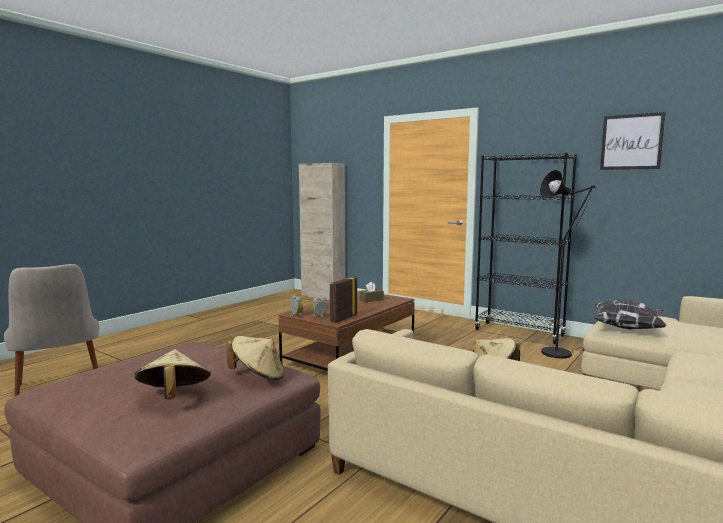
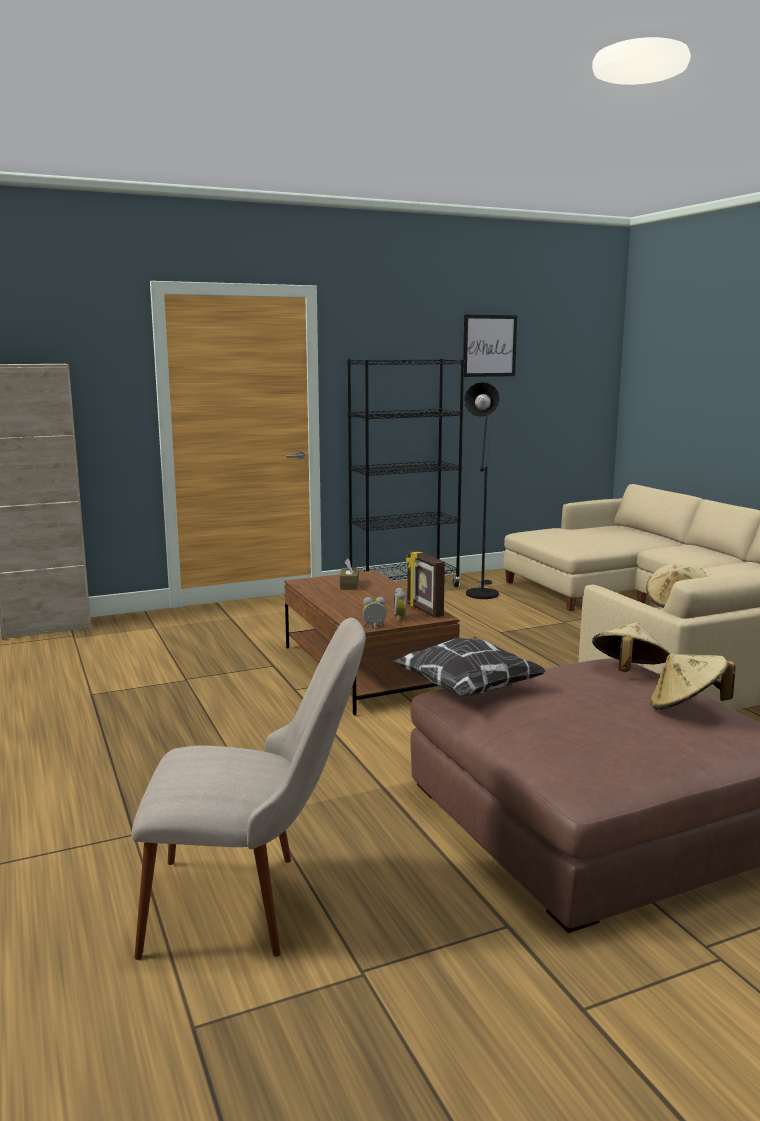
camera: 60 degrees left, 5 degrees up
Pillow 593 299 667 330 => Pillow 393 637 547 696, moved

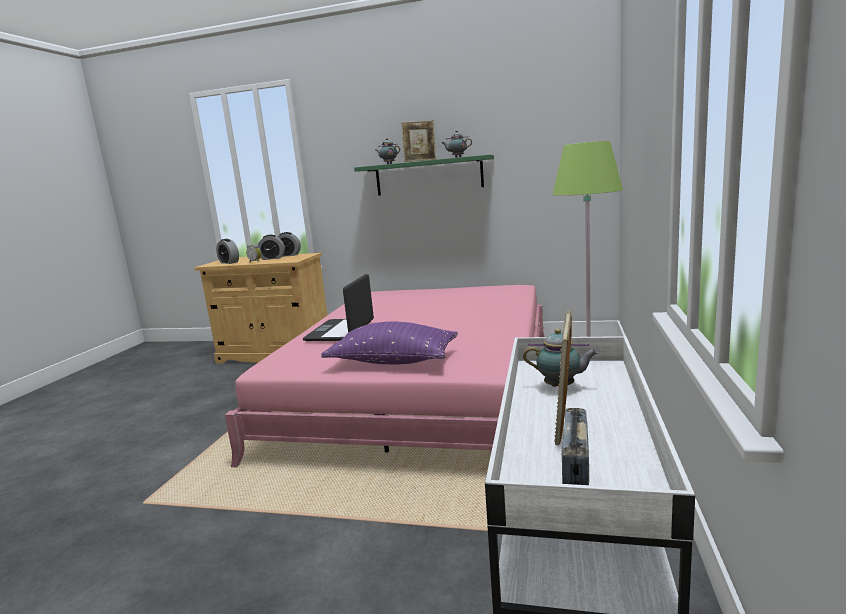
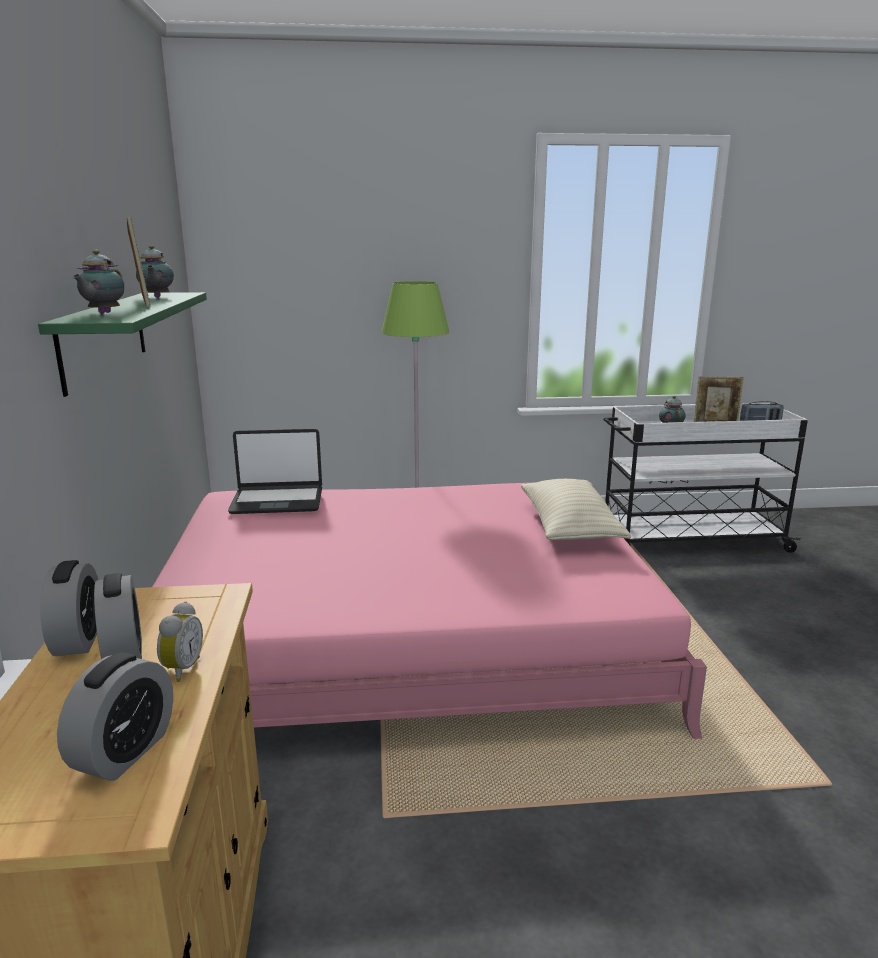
camera: 110 degrees left, 5 degrees up
Laptop 303 274 374 341 => Laptop 228 429 322 514, moved
PurplePillow 321 322 458 364 => BeigePillow 521 479 631 540

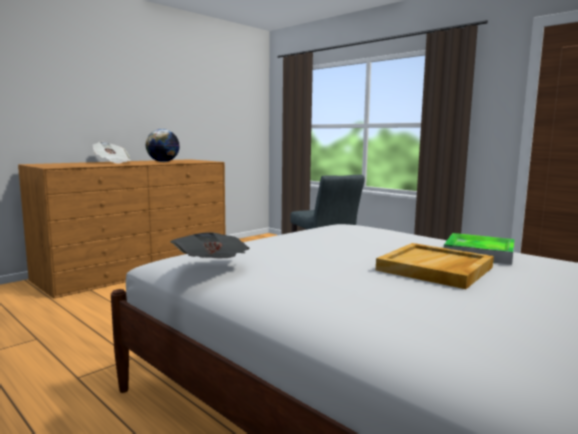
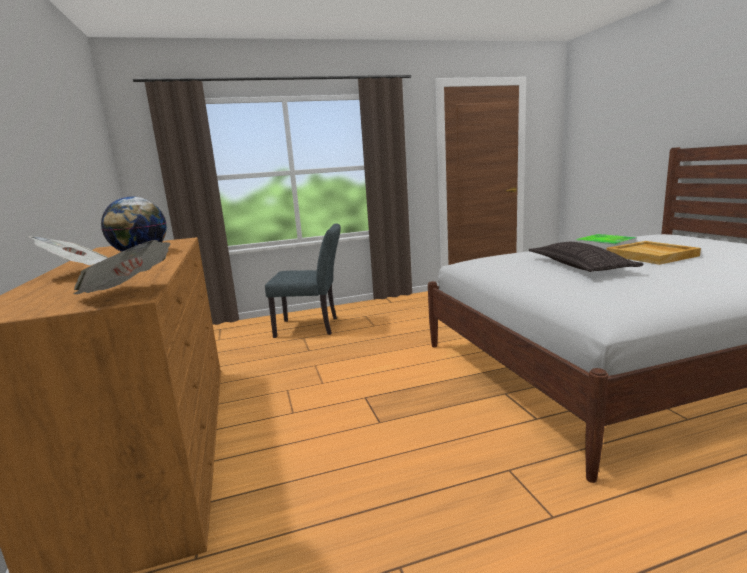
camera: 60 degrees left, 5 degrees up
Newspaper 170 232 249 258 => Newspaper 74 240 171 294, moved
nothing => Pillow 528 242 644 272

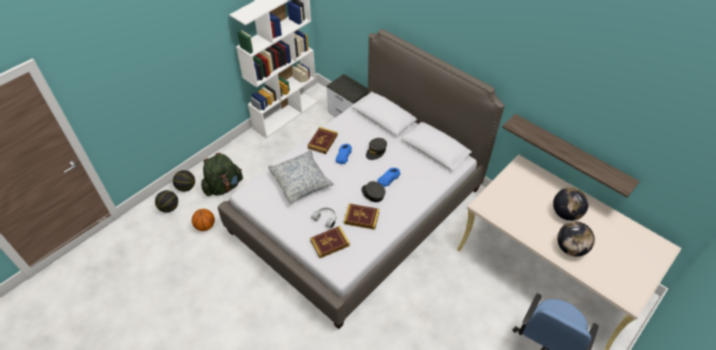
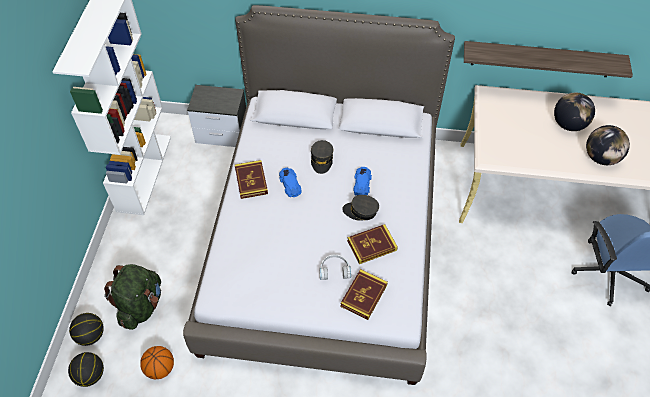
camera: 35 degrees left, 5 degrees up
Pillow 268 150 334 204 => nothing

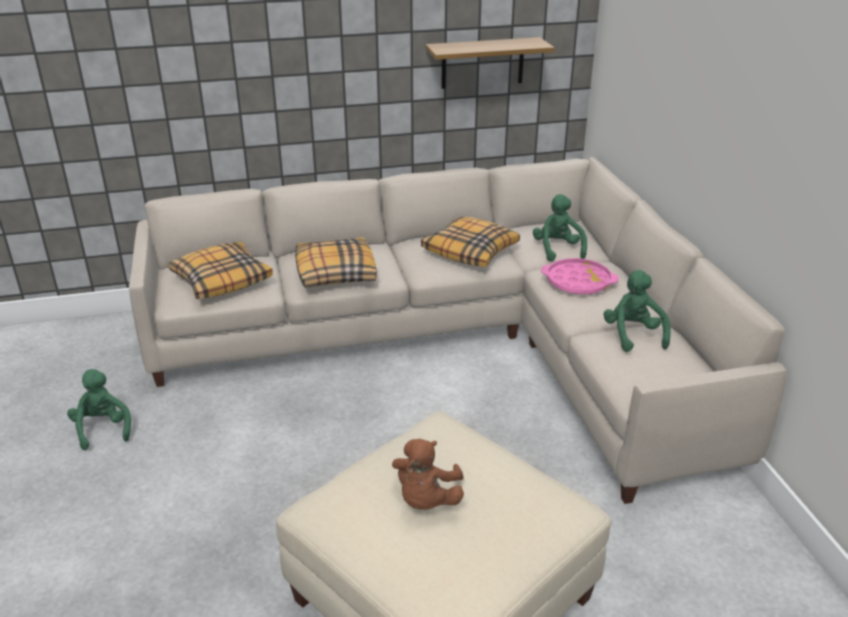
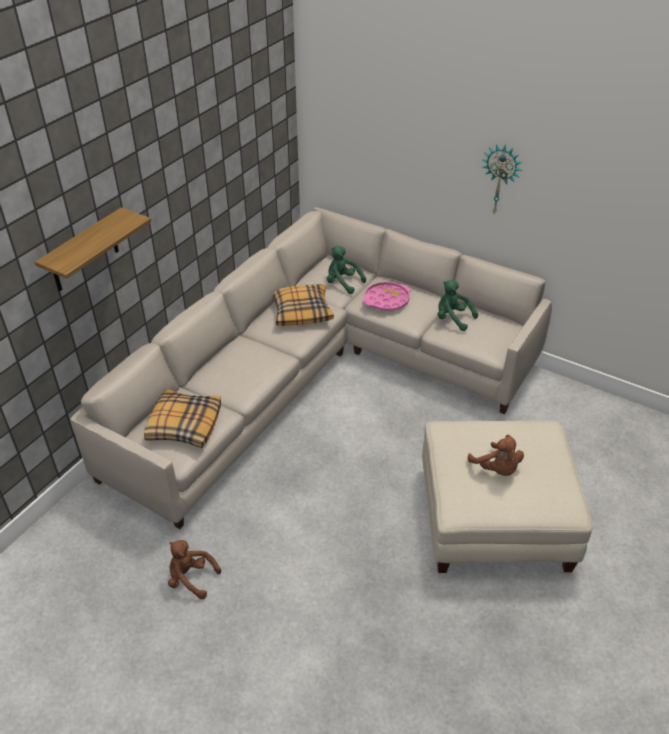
camera: 45 degrees left, 10 degrees up
Shelf 425 37 555 89 => Shelf 35 207 151 291, moved
Pillow 295 237 377 288 => nothing
GreenPlushToy 67 369 131 450 => BrownPlushToy 168 540 221 599
nothing => WallClock 482 144 522 214

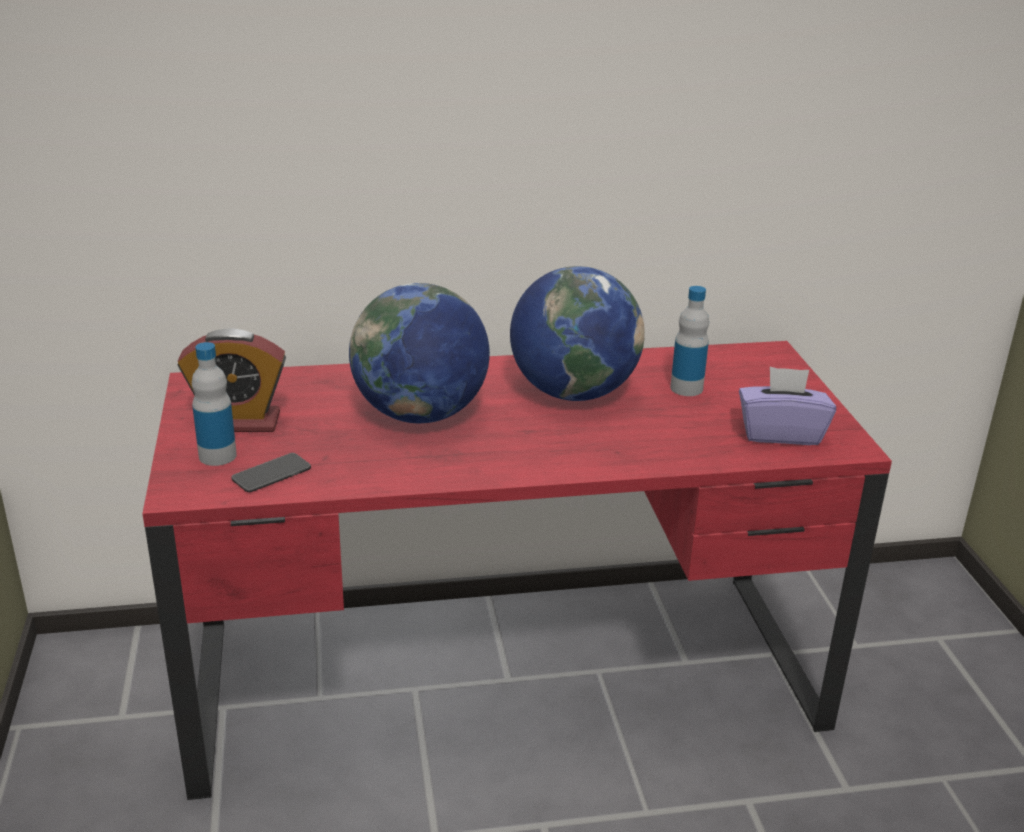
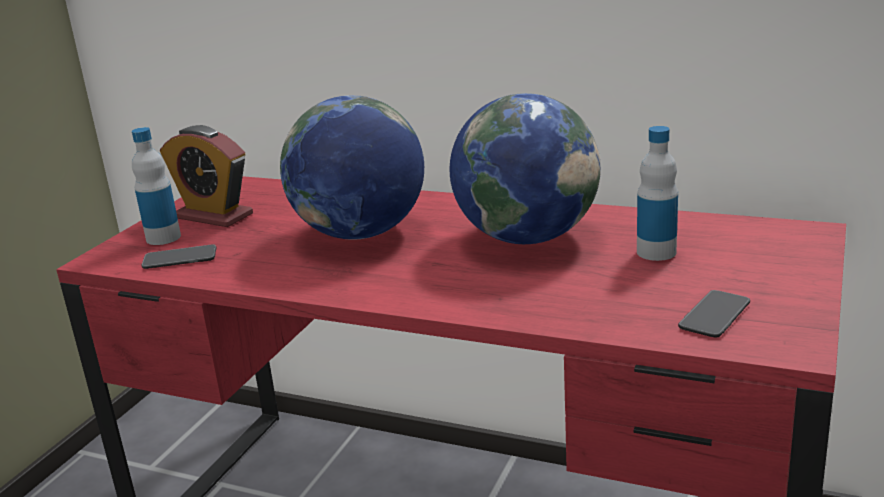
camera: 35 degrees right, 5 degrees down
PurpleTissueBox 739 367 836 445 => Phone 678 290 750 337

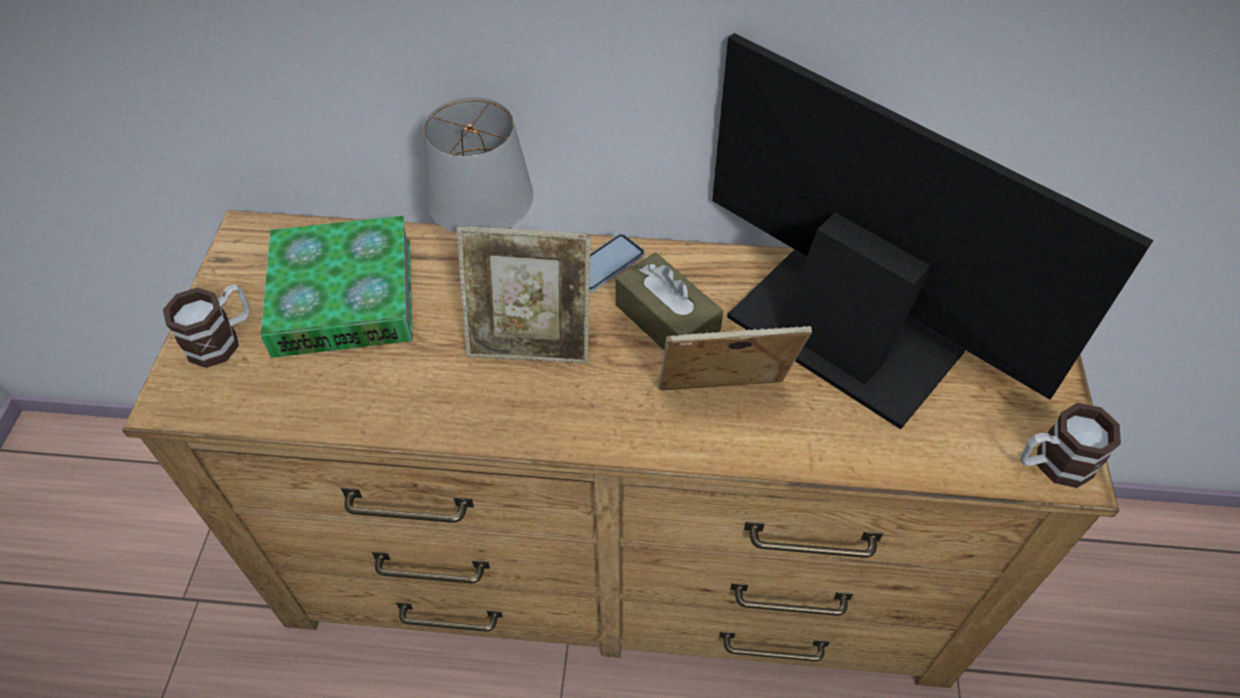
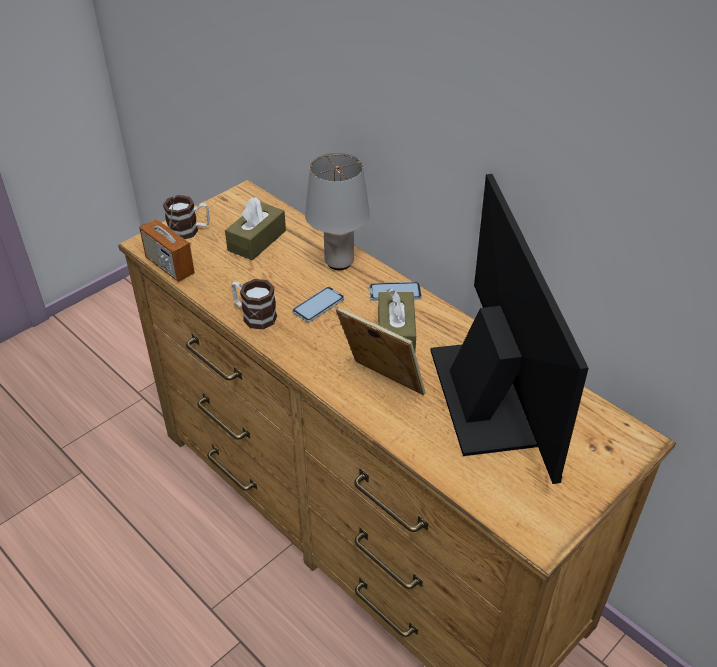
camera: 40 degrees right, 10 degrees down
Book 261 216 413 358 => BrownTissueBox 225 197 286 260
PictureFrame 457 226 591 364 => Phone 292 287 344 322
Mug 1020 403 1121 488 => Mug 231 279 277 330, moved
nothing => Radio 139 197 195 282

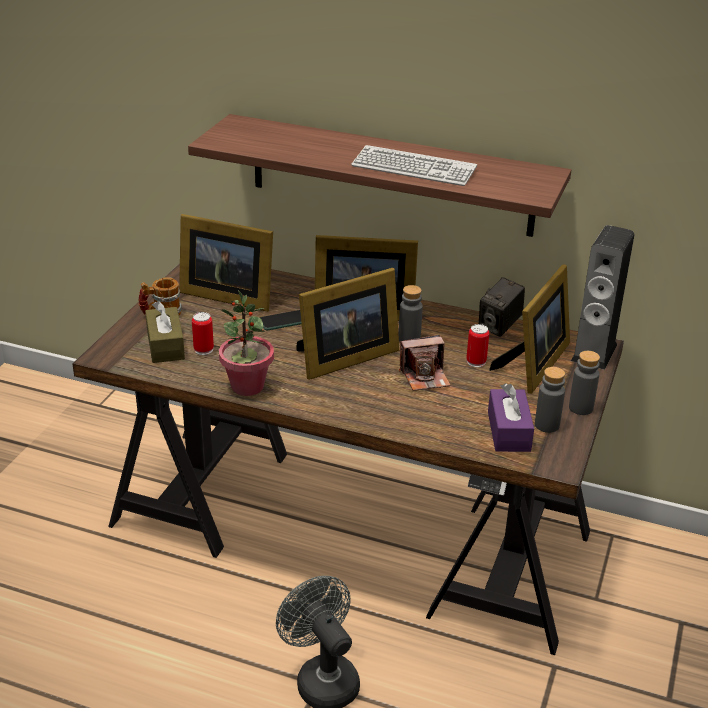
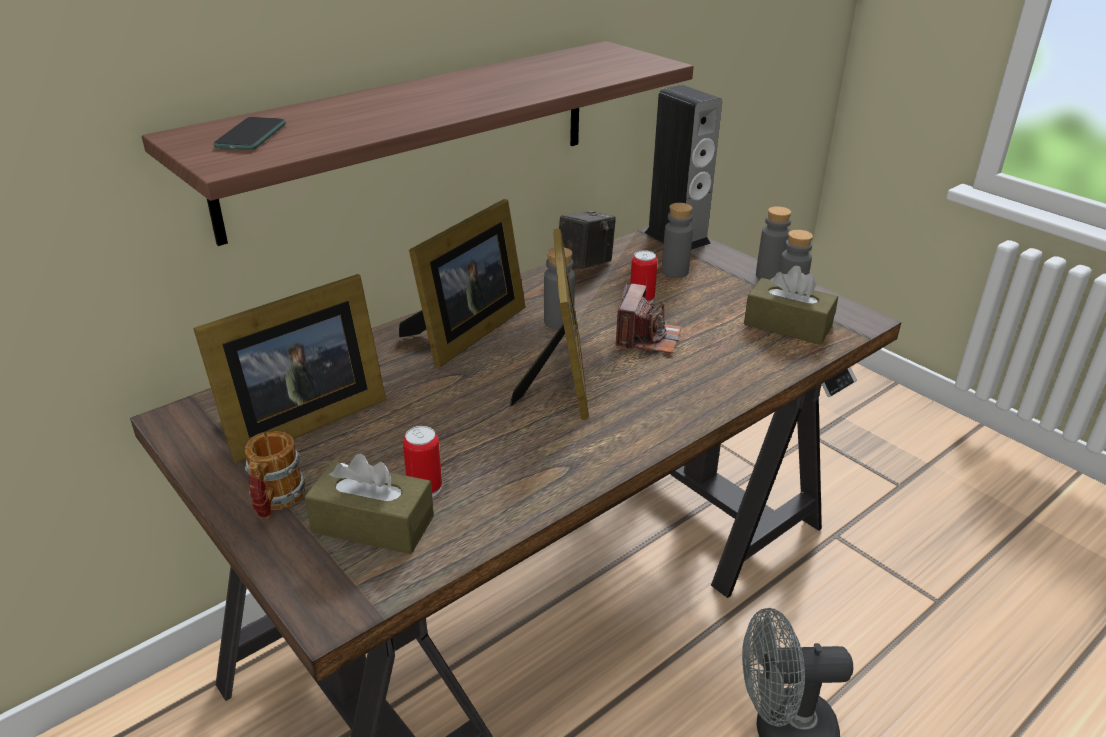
camera: 60 degrees left, 0 degrees up
Keyboard 351 145 477 186 => nothing
PictureFrame 489 264 570 394 => GreyBottle 662 203 693 278
PhotoCamera 479 277 525 337 => PhotoCamera 559 211 616 269, 120 degrees counterclockwise
PottedPlant 219 290 274 396 => nothing
Phone 260 310 302 330 => Phone 213 117 286 150, moved
PurpleTissueBox 488 383 534 452 => BrownTissueBox 744 266 838 345

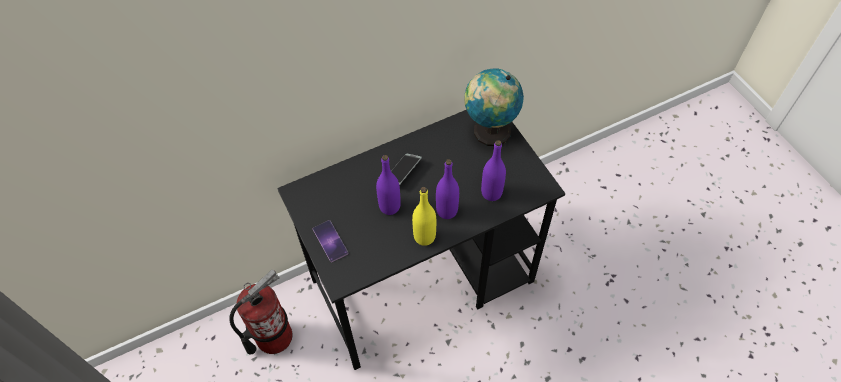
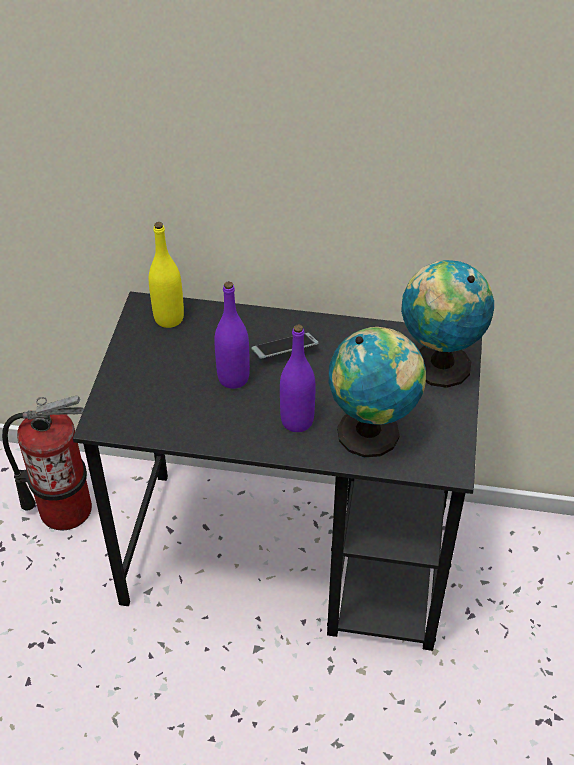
camera: 35 degrees right, 10 degrees down
PurpleBottle 481 140 506 201 => Globe 329 327 426 457
YellowBottle 412 187 436 246 => YellowBottle 149 222 184 328, moved
Phone 313 220 348 262 => nothing

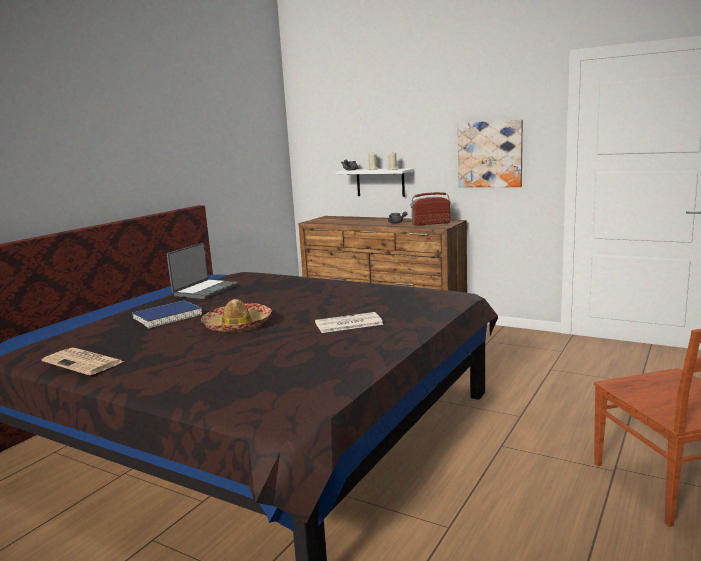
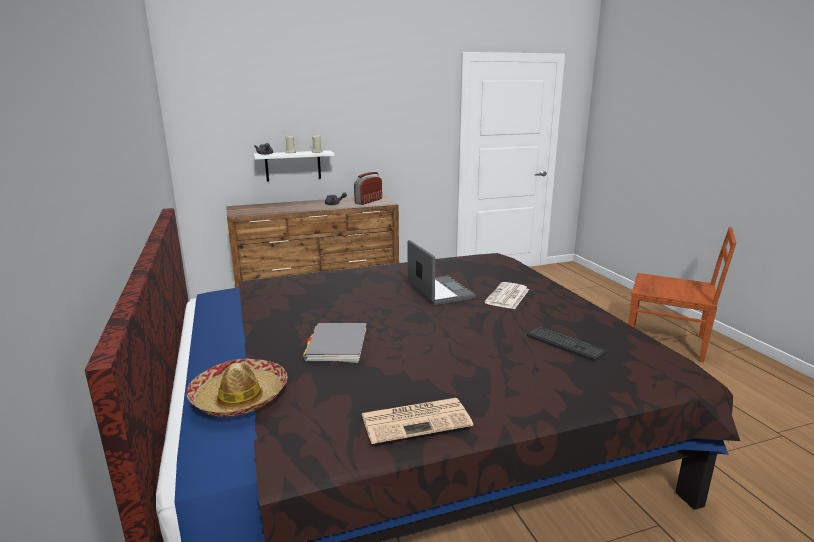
camera: 50 degrees left, 5 degrees up
Picture 458 120 523 187 => nothing
Laptop 167 243 239 299 => Laptop 408 240 476 305, moved
Hat 201 299 272 332 => Hat 187 359 287 417, moved
BlueBook 132 300 202 328 => GreyBook 303 323 367 363
nothing => Keyboard 527 327 607 361

